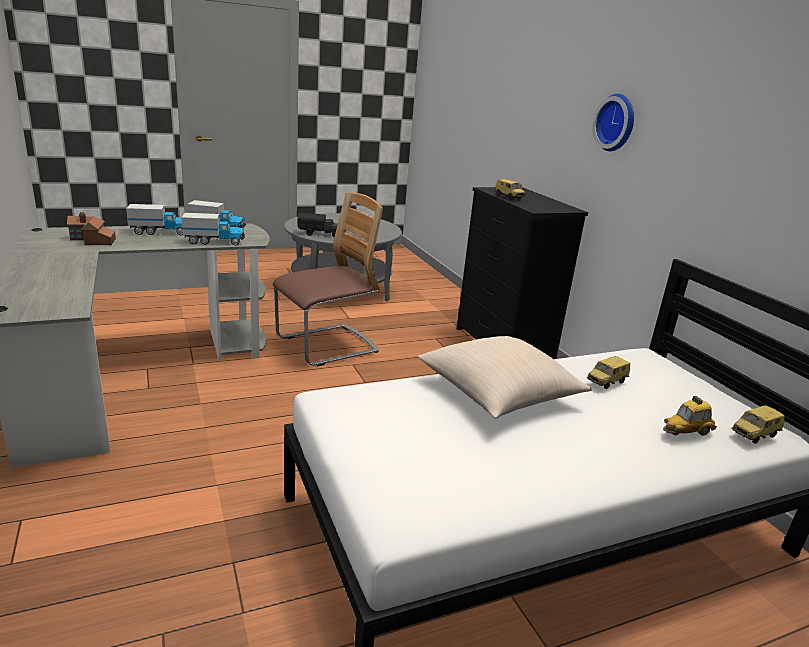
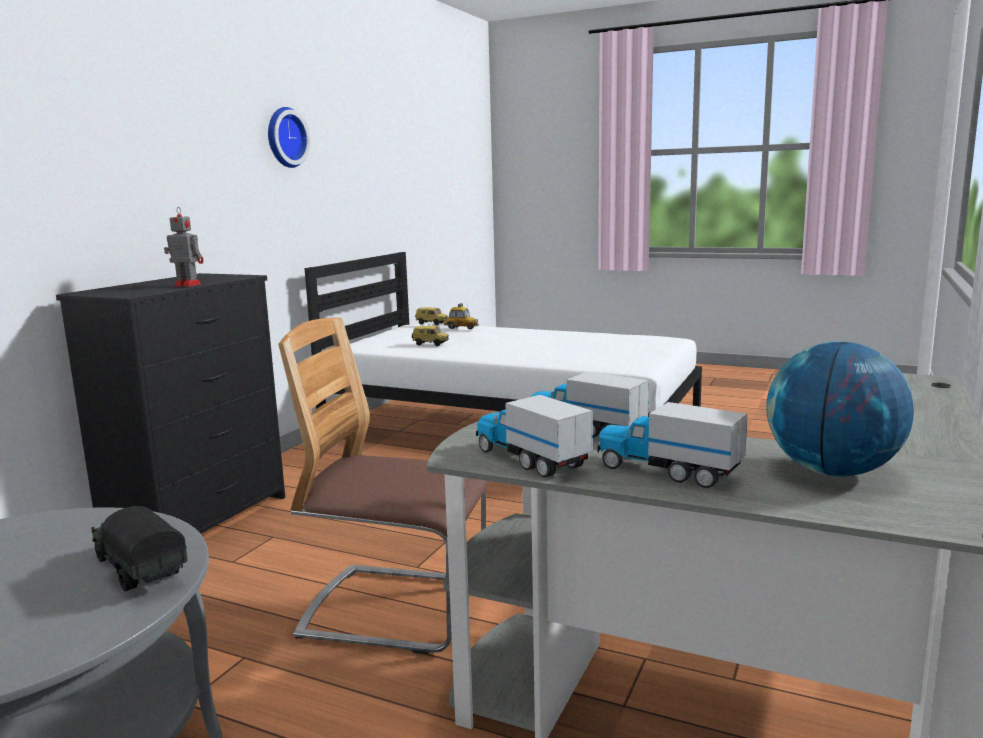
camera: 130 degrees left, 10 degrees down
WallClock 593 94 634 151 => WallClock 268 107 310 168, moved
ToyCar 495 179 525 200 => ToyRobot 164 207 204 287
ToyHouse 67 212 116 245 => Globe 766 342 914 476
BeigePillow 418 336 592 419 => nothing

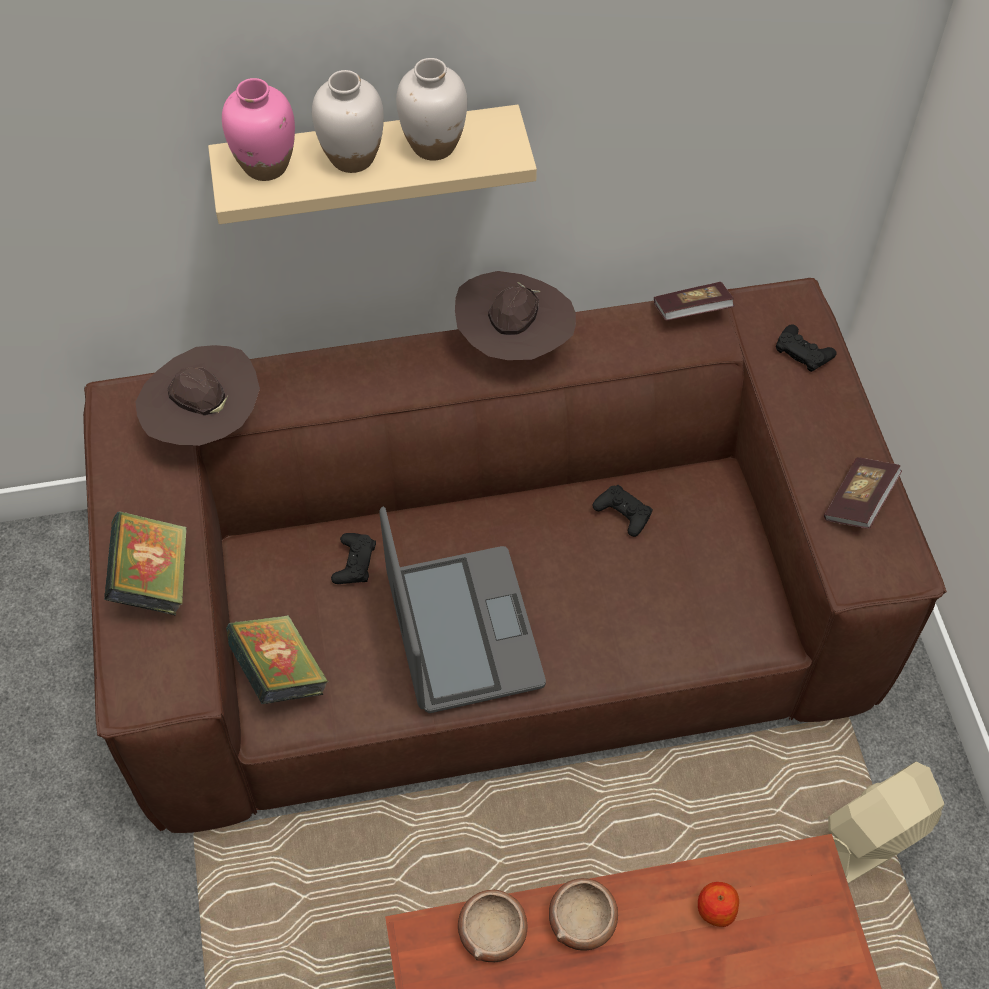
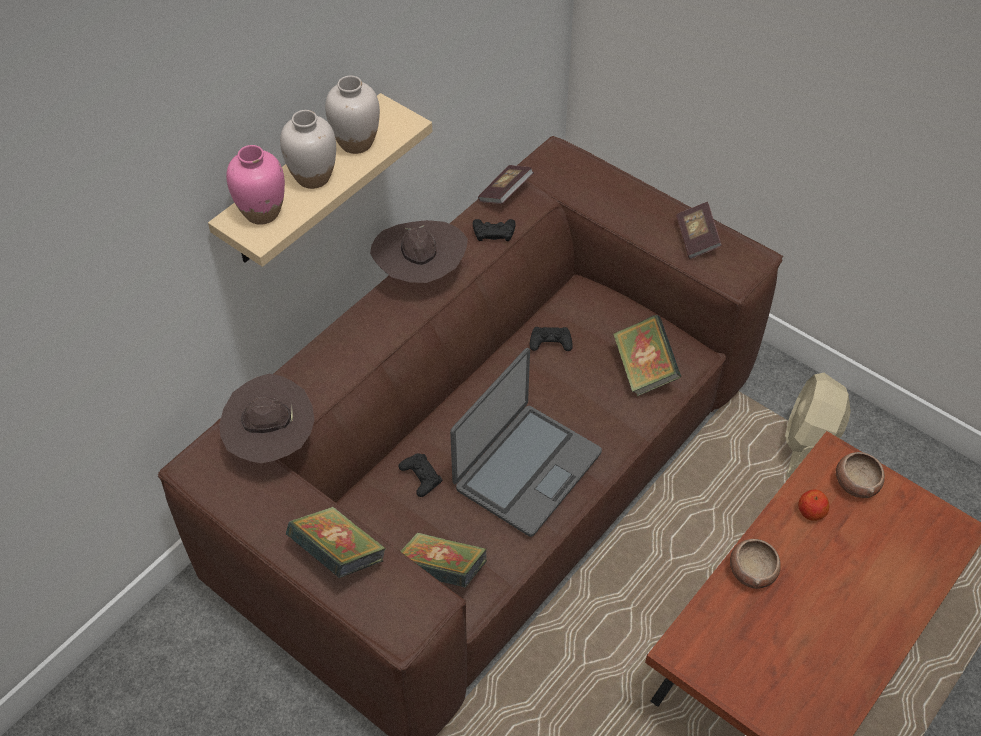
camera: 40 degrees left, 5 degrees down
BlackGameController 776 324 837 372 => BlackGameController 473 219 516 241, moved
Laptop 379 506 546 713 => Laptop 450 348 602 537, 90 degrees clockwise
Bowl 458 890 527 962 => Bowl 836 452 885 498, moved
nothing => Book 613 315 681 396

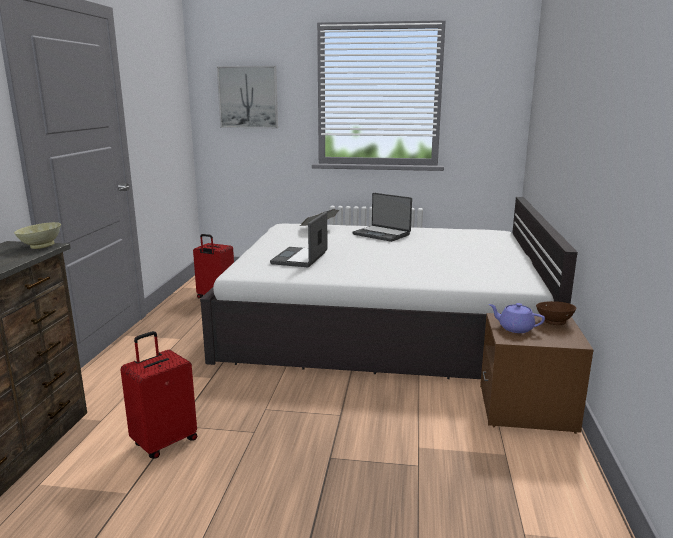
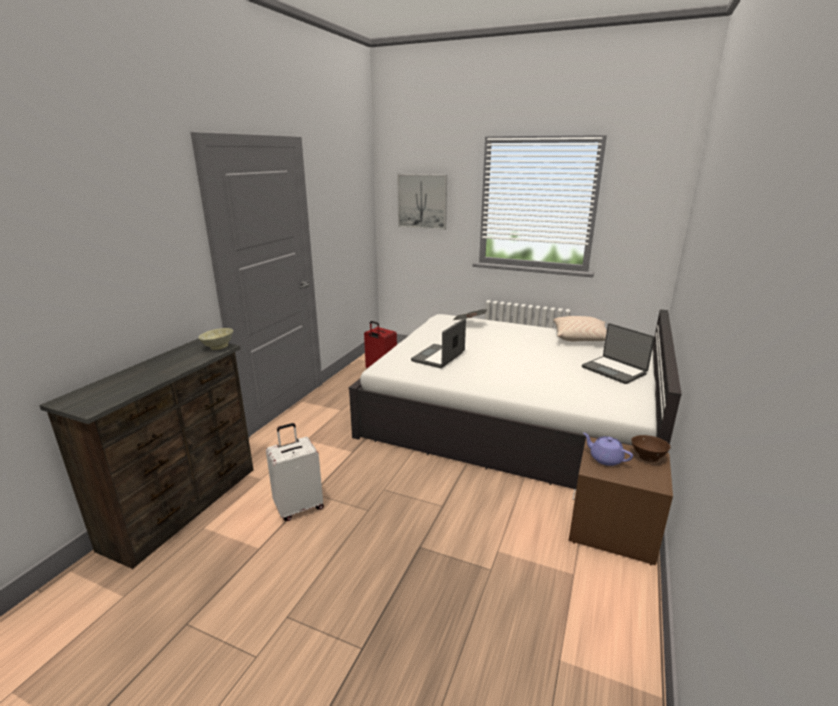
camera: 15 degrees right, 5 degrees up
Laptop 352 193 412 242 => Laptop 582 323 655 384, moved
RedSuitcase 121 331 197 459 => WhiteSuitcase 266 423 324 521
nothing => BeigePillow 553 316 607 341

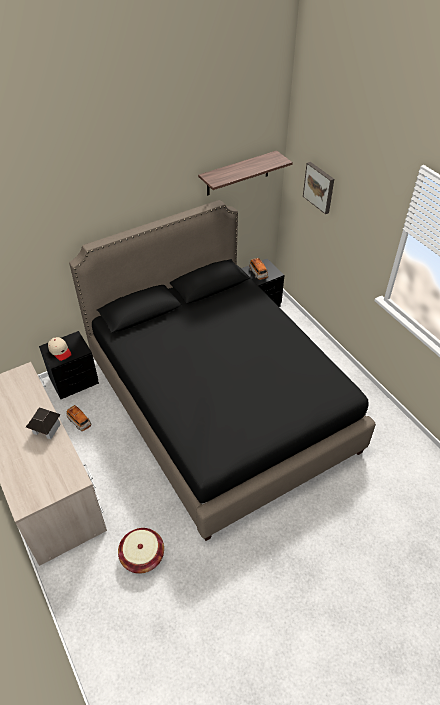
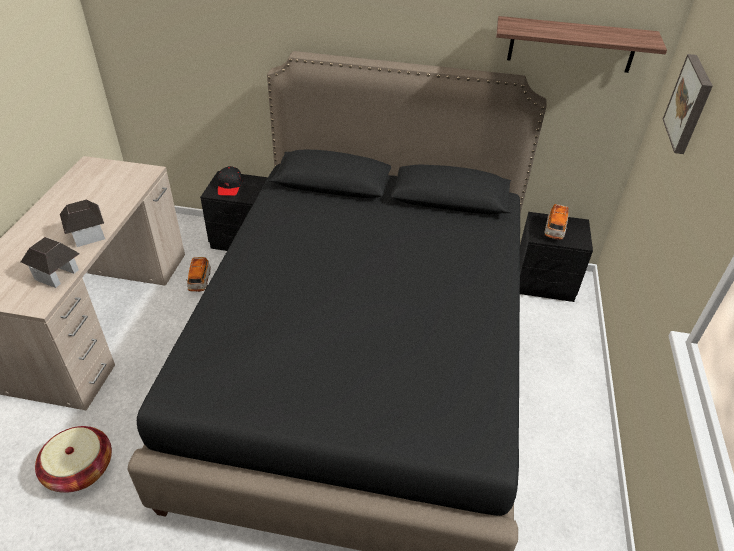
camera: 40 degrees right, 5 degrees down
BeigeCap 48 337 72 361 => BlackCap 218 166 242 196
nothing => ToyHouse 21 237 80 288

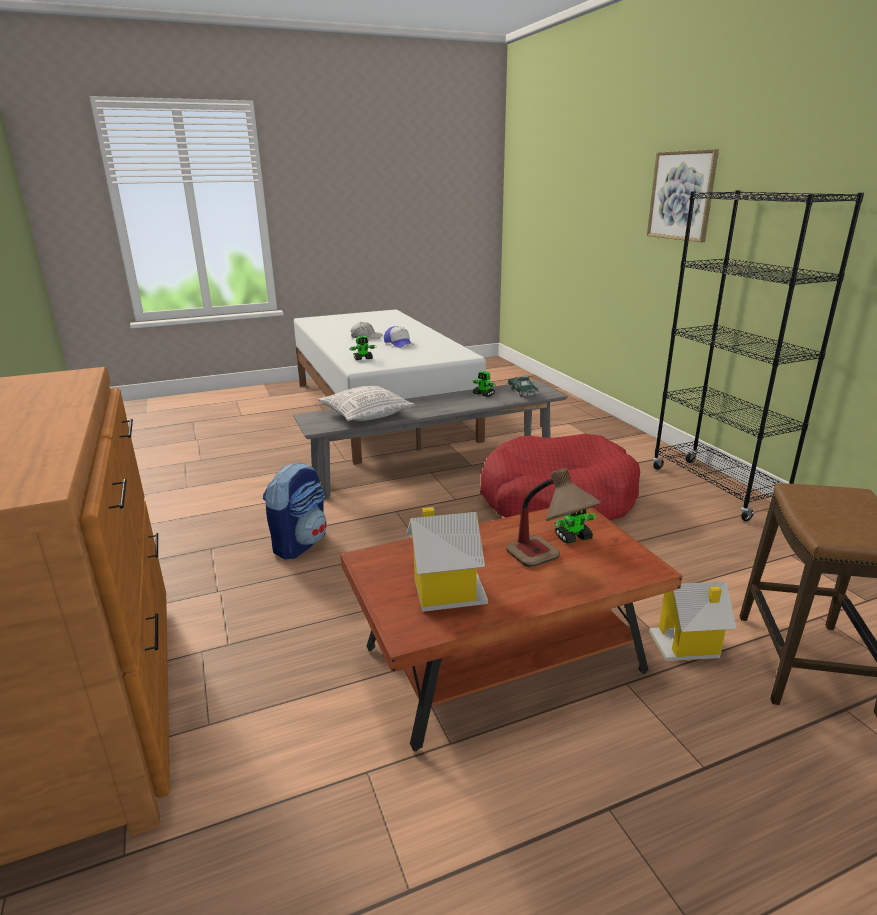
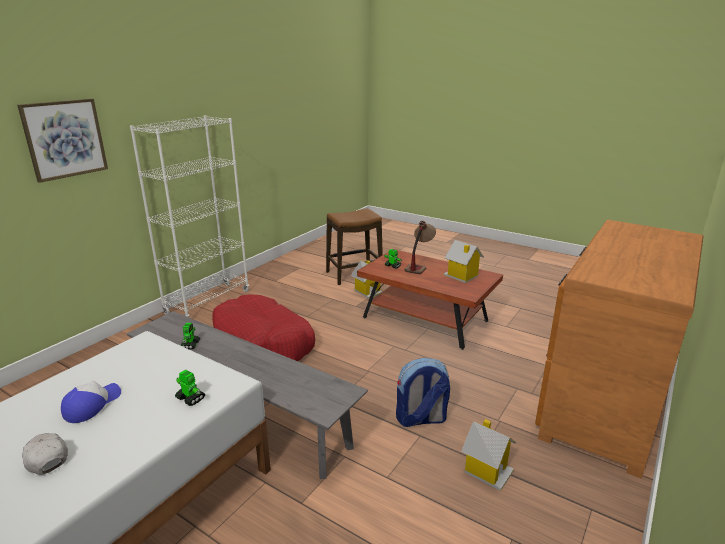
camera: 125 degrees left, 0 degrees up
BlackBookcase 653 190 864 521 => WhiteBookcase 130 116 249 317
ToyCar 507 376 539 396 => nothing
Pillow 318 386 415 421 => nothing
nothing => ToyHouse 461 419 516 491

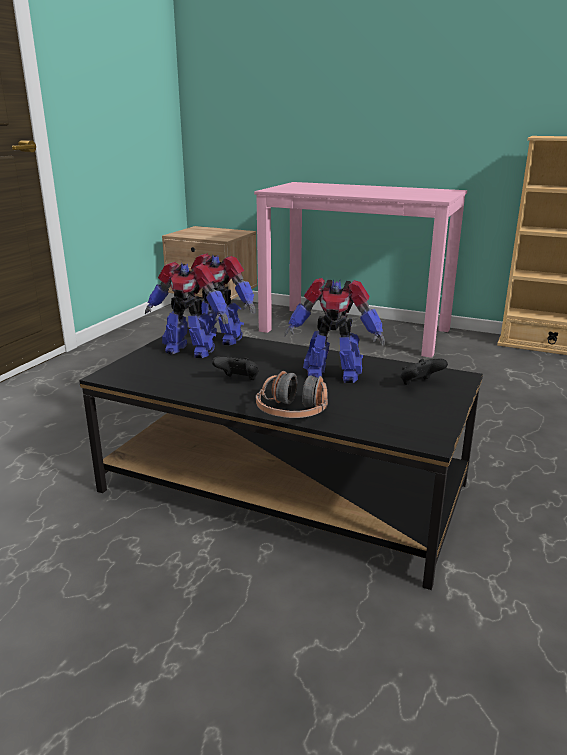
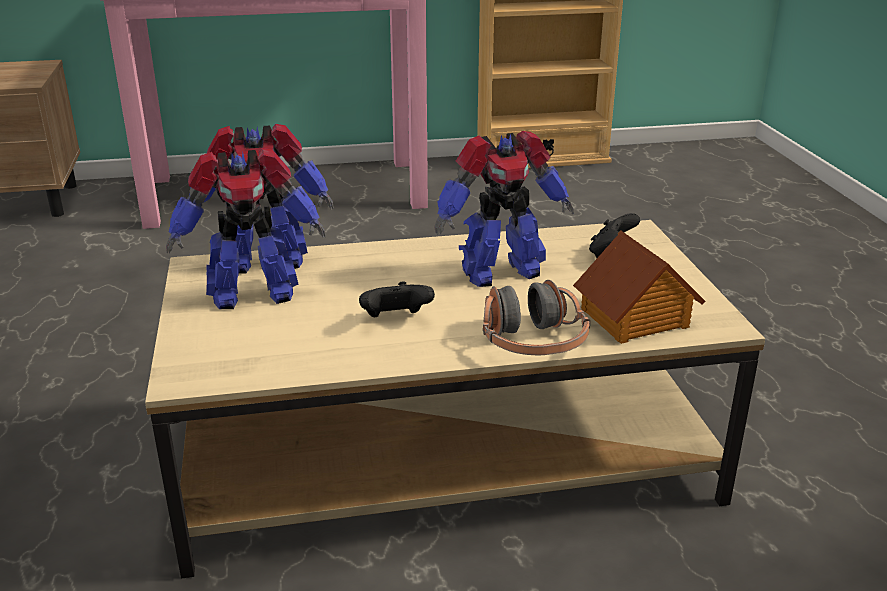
camera: 35 degrees left, 5 degrees up
BlackCoffeeTable 79 328 483 590 => BeigeCoffeeTable 145 220 765 579
nothing => ToyHouse 573 230 705 344

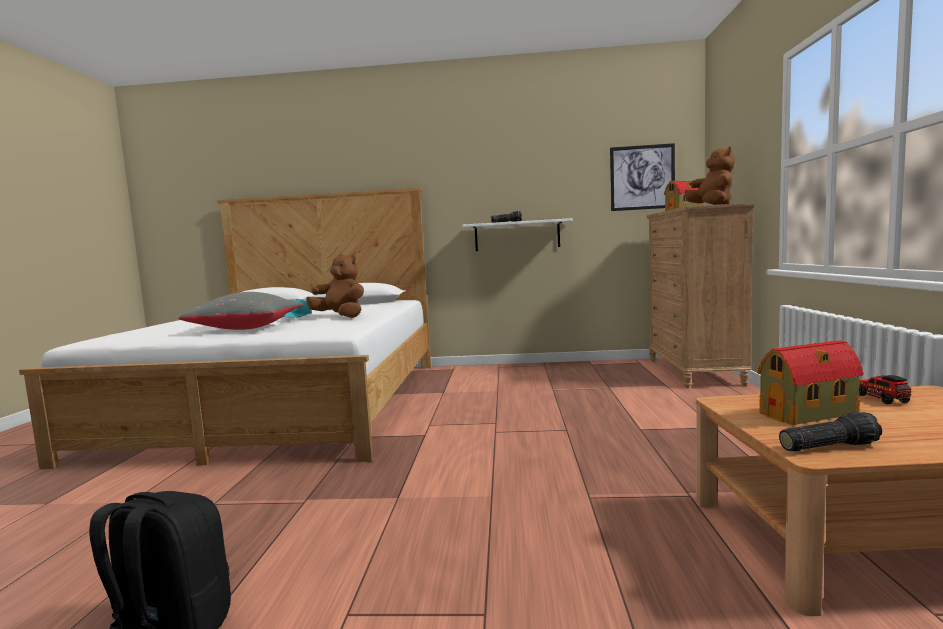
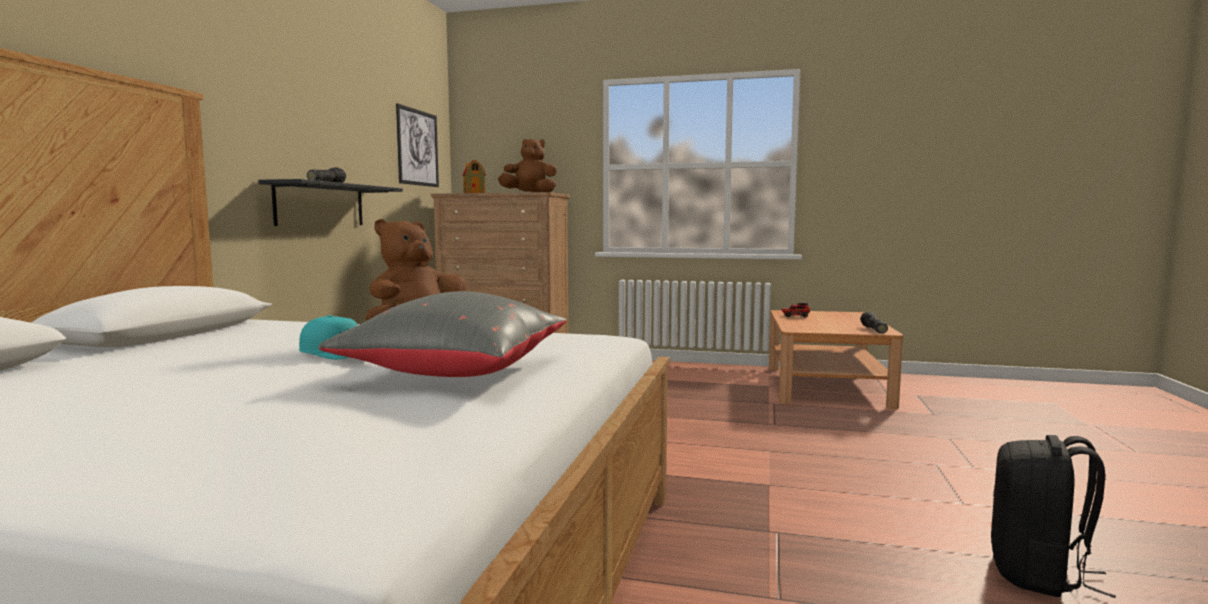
camera: 80 degrees left, 0 degrees up
WhiteShelf 463 218 573 251 => BlackShelf 258 179 403 226
ToyHouse 757 340 864 425 => nothing

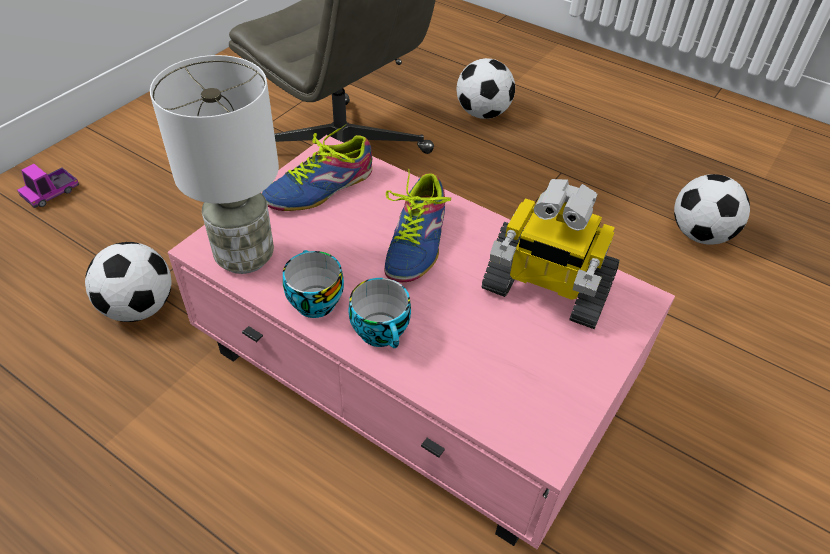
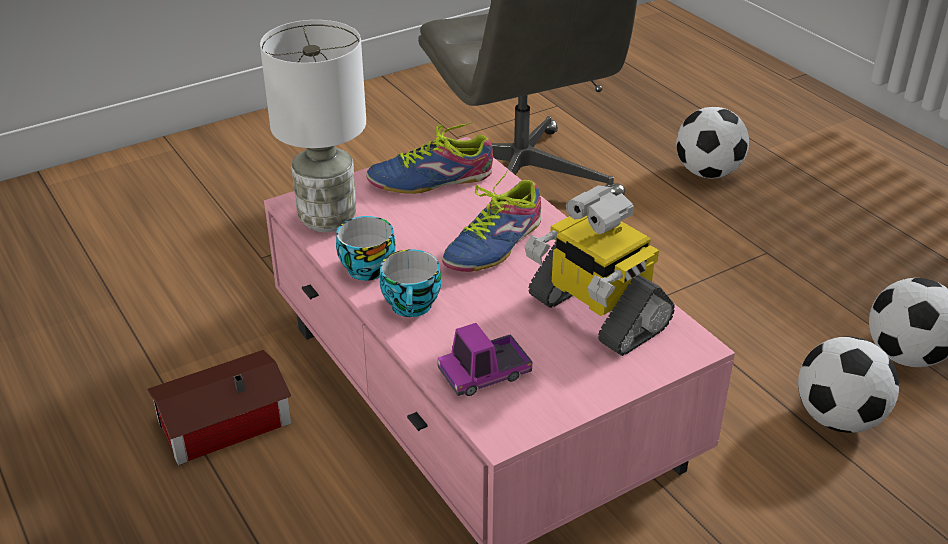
camera: 25 degrees right, 10 degrees down
ToyTruck 17 164 79 208 => ToyTruck 438 323 532 396, moved
Football 85 242 172 322 => Football 798 336 899 433, moved
nothing => ToyHouse 147 350 292 465

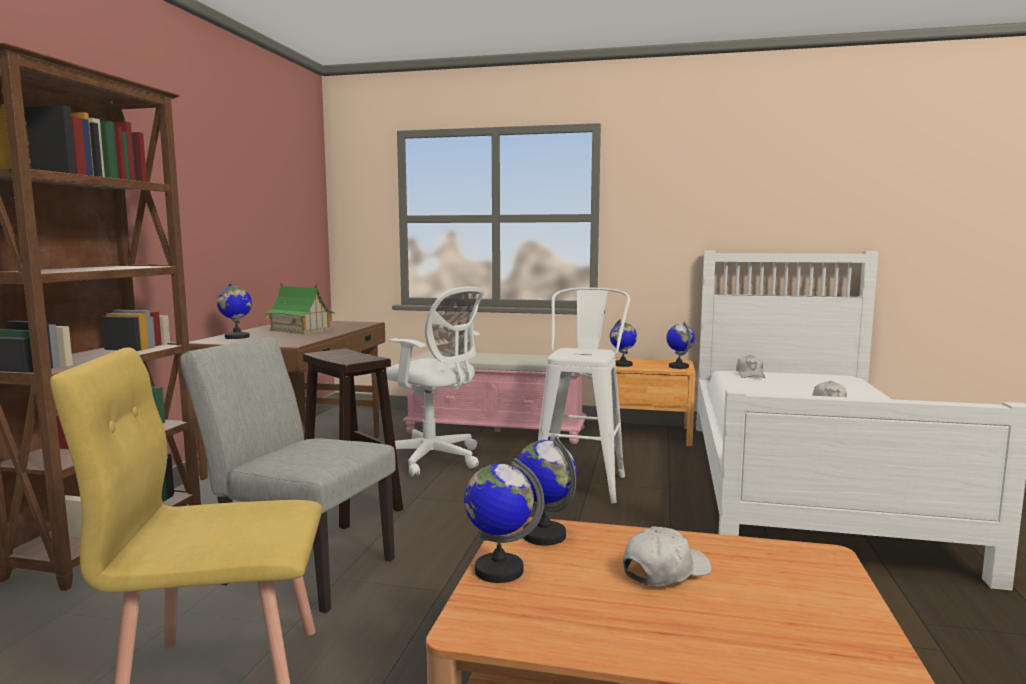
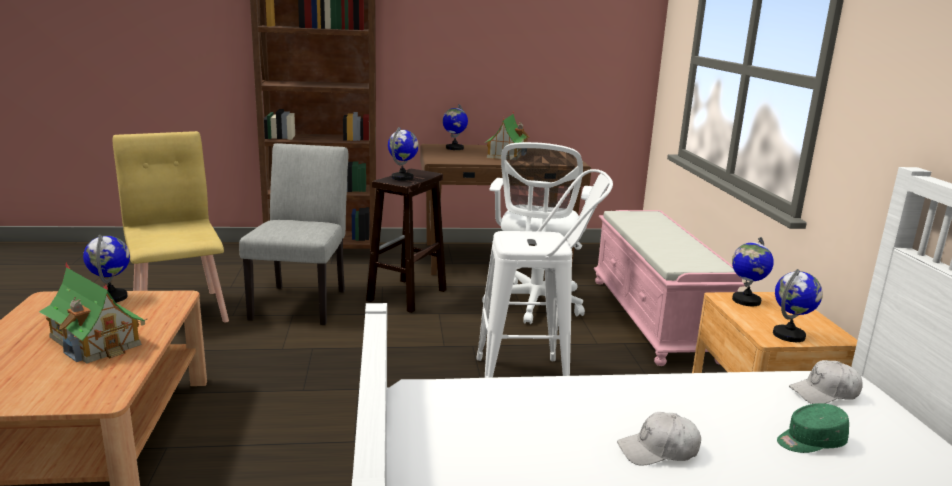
camera: 70 degrees right, 10 degrees up
Globe 517 437 577 546 => Globe 388 127 419 181, moved
WhiteCap 623 526 712 586 => ToyHouse 39 262 147 364
nothing => GreenCap 777 403 849 453

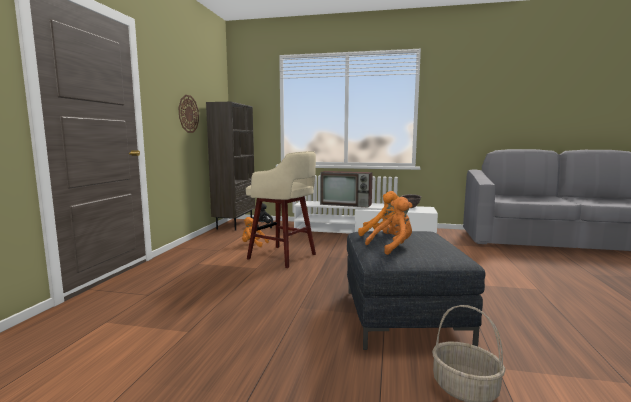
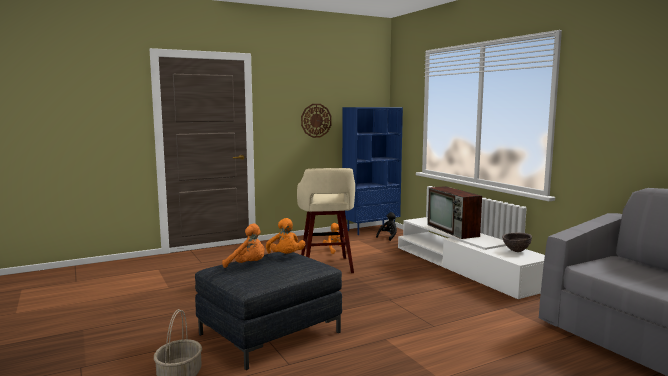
camera: 50 degrees right, 0 degrees up
BrownBookcase 206 102 255 231 => BlueBookcase 342 107 403 235

